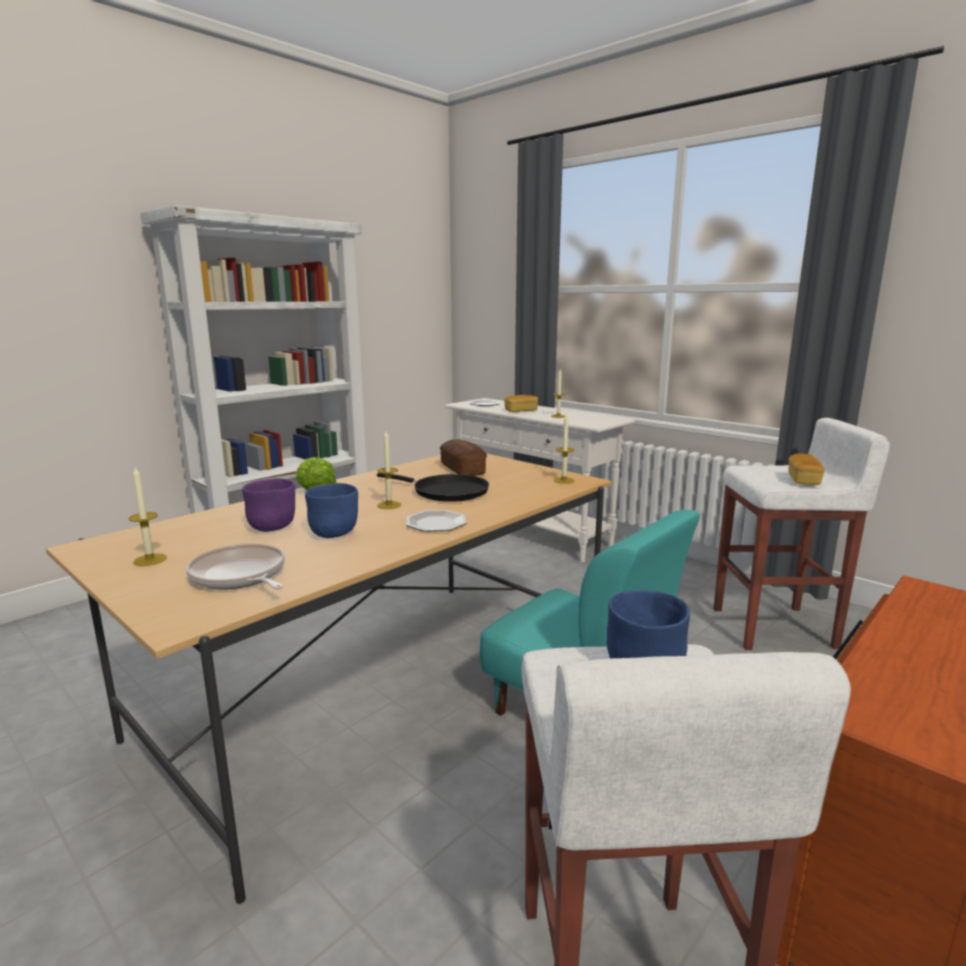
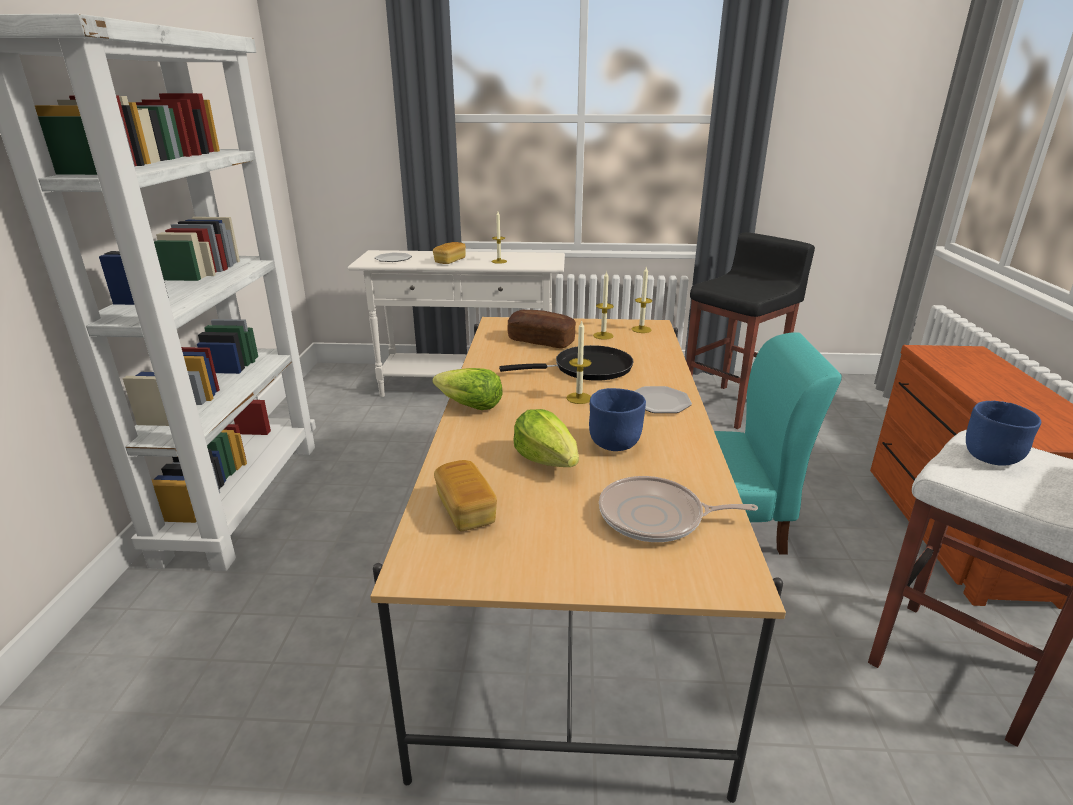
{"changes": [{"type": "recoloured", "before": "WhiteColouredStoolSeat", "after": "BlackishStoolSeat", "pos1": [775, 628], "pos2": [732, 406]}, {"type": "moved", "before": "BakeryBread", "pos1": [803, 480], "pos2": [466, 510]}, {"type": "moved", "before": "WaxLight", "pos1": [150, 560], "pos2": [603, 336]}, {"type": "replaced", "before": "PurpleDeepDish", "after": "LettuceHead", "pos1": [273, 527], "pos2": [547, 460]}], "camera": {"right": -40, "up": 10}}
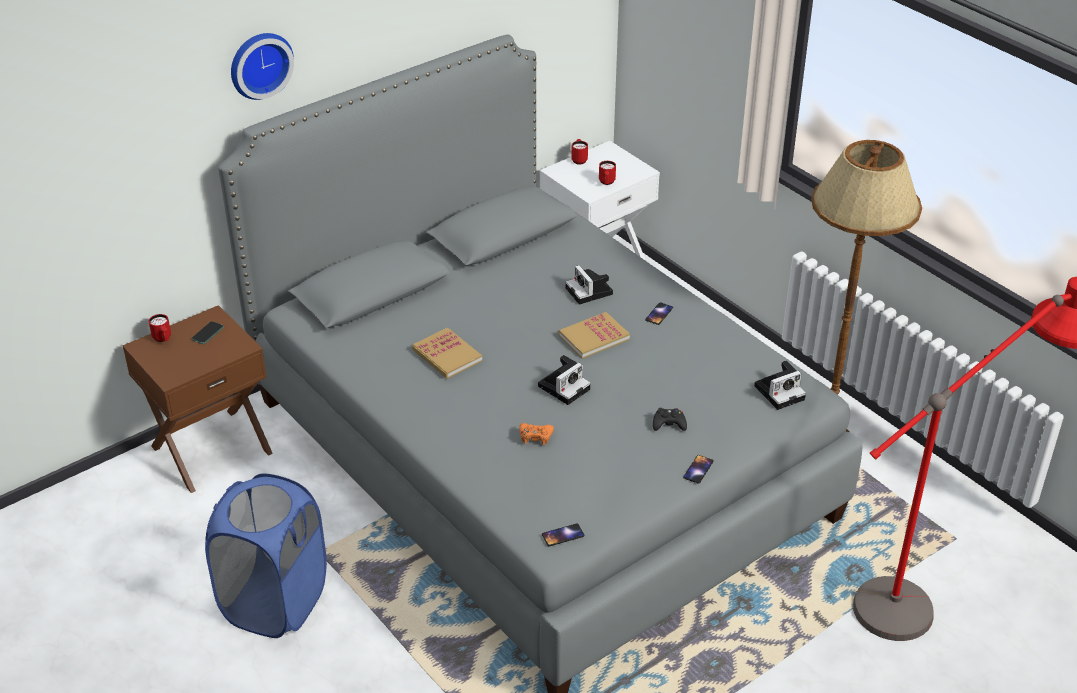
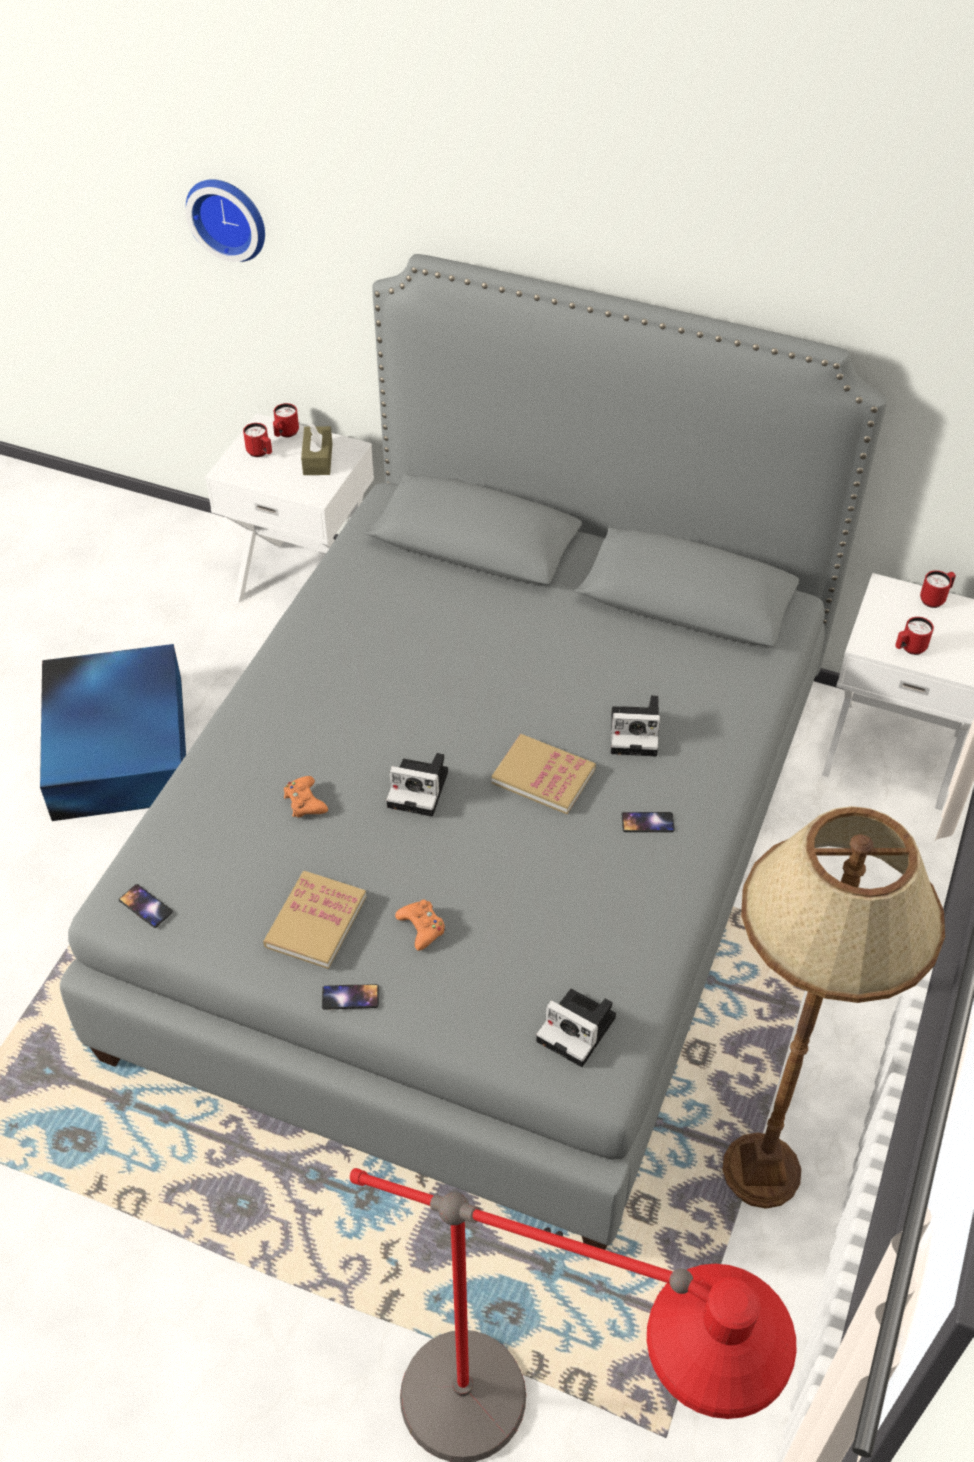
{"changes": [{"type": "moved", "before": "HangingClock", "pos1": [259, 64], "pos2": [229, 217]}, {"type": "turned", "before": "StillCamera", "pos1": [590, 292], "pos2": [636, 733], "turn": -120}, {"type": "recoloured", "before": "BrownishBedsideTable", "after": "WhiteColouredBedsideTable", "pos1": [211, 448], "pos2": [305, 582]}, {"type": "replaced", "before": "Telephone", "after": "BrownishBoxOfTissues", "pos1": [207, 333], "pos2": [317, 459]}, {"type": "moved", "before": "BoundBook", "pos1": [447, 355], "pos2": [316, 921]}, {"type": "recoloured", "before": "BlackishGamepad", "after": "OrangeyGamepad", "pos1": [669, 424], "pos2": [422, 927]}, {"type": "replaced", "before": "BlueLaundryBasket", "after": "BlueStorageContainer", "pos1": [275, 602], "pos2": [120, 744]}, {"type": "added", "after": "ReddishTeaMug", "pos2": [260, 453]}], "camera": {"right": 60, "up": 10}}
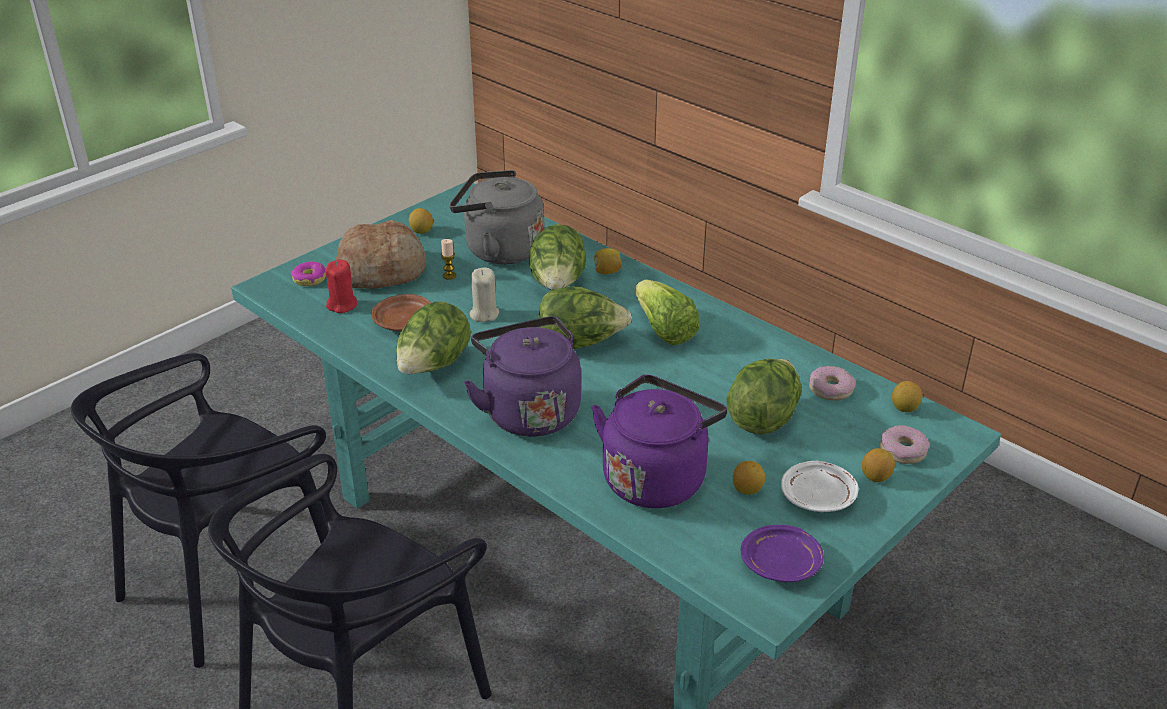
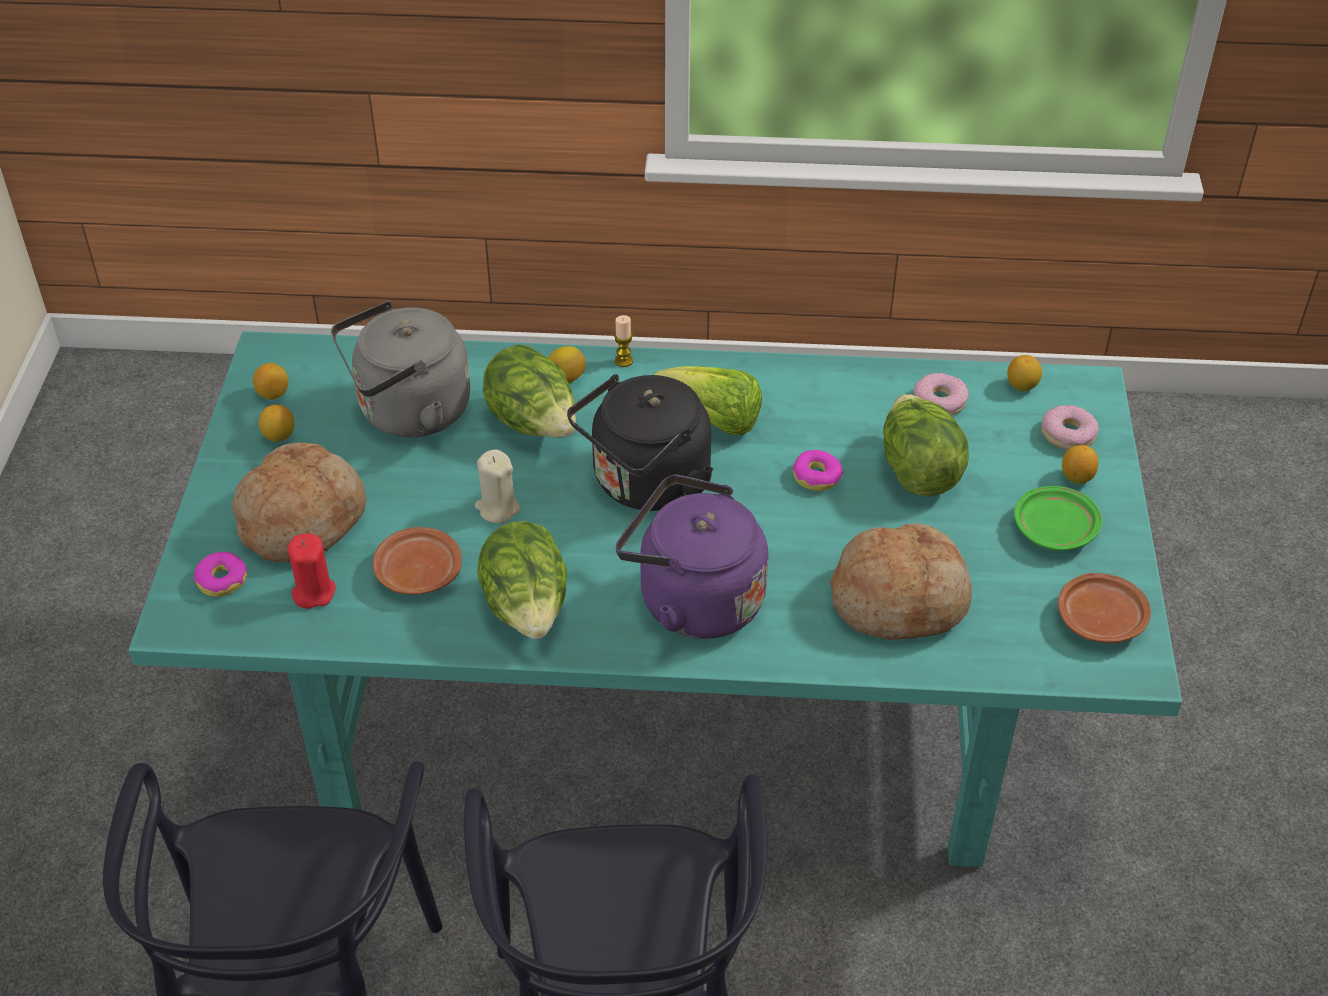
{"changes": [{"type": "moved", "before": "WaxLight", "pos1": [449, 276], "pos2": [623, 361]}, {"type": "replaced", "before": "LettuceHead", "after": "BlackishWaterKettle", "pos1": [581, 343], "pos2": [646, 485]}, {"type": "replaced", "before": "PurpleWaterKettle", "after": "BakeryBread", "pos1": [656, 477], "pos2": [900, 598]}, {"type": "moved", "before": "Lemon", "pos1": [747, 490], "pos2": [273, 394]}, {"type": "recoloured", "before": "WhiteColouredPlate", "after": "GreenColouredPlate", "pos1": [818, 497], "pos2": [1055, 528]}, {"type": "recoloured", "before": "PurplePlate", "after": "BrownishPlate", "pos1": [781, 564], "pos2": [1101, 619]}, {"type": "added", "after": "Doughnut", "pos2": [817, 477]}], "camera": {"right": -40, "up": 10}}
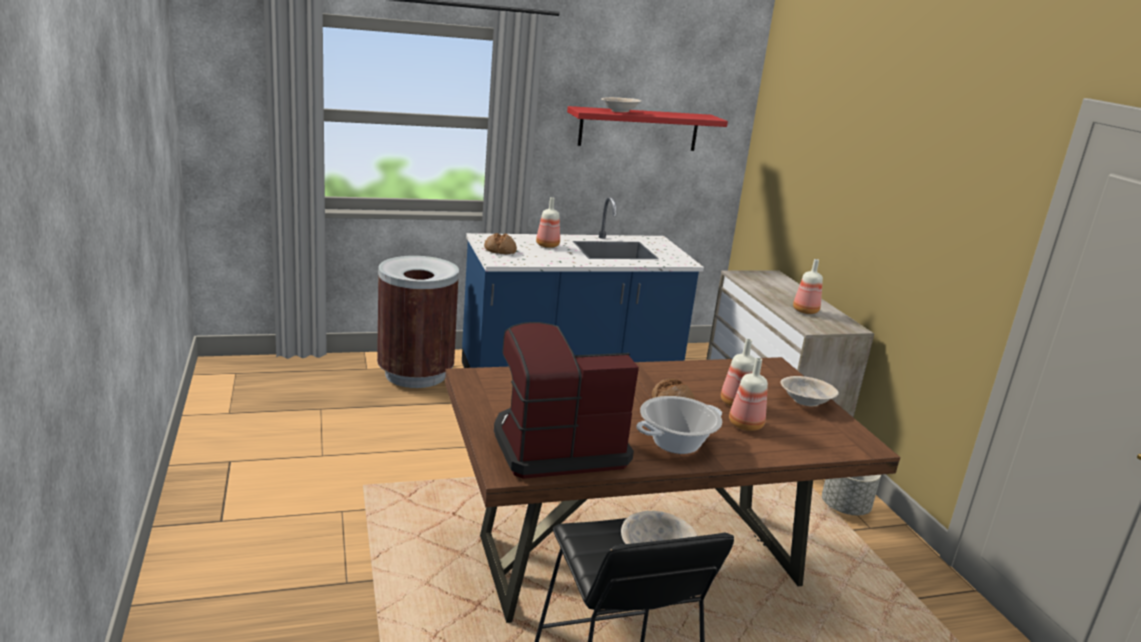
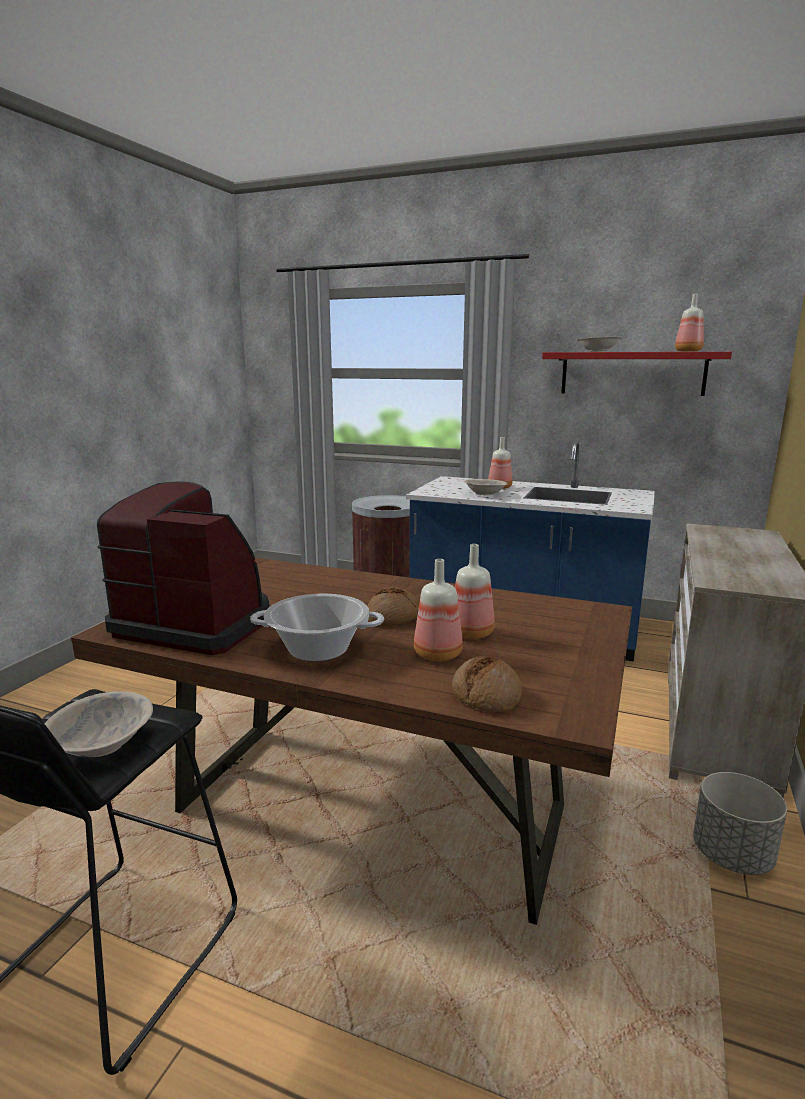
{"changes": [{"type": "moved", "before": "BakeryBread", "pos1": [500, 250], "pos2": [486, 695]}, {"type": "moved", "before": "DrinkBottle", "pos1": [804, 311], "pos2": [687, 351]}, {"type": "moved", "before": "BeigeColouredDeepDish", "pos1": [805, 402], "pos2": [484, 494]}], "camera": {"right": 40, "up": -5}}
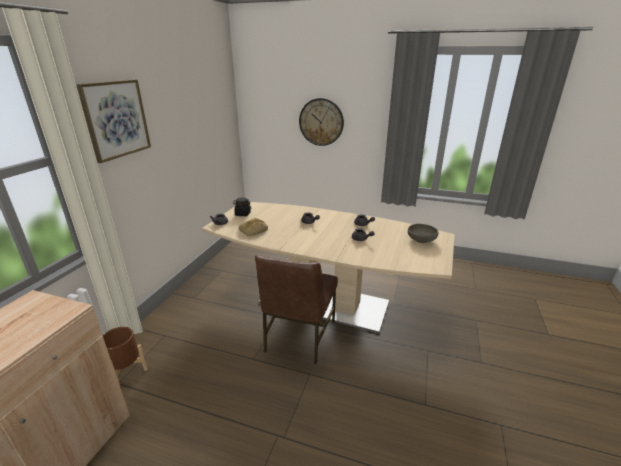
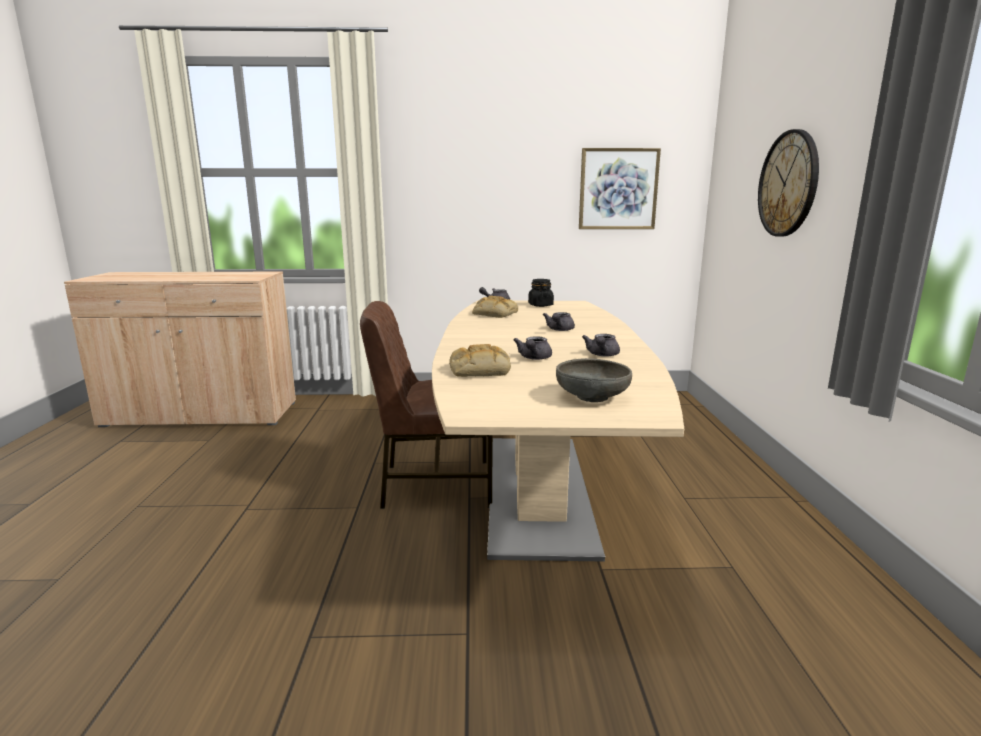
{"changes": [{"type": "moved", "before": "Picture", "pos1": [116, 119], "pos2": [618, 189]}, {"type": "removed", "before": "BrownishFlowerPot", "pos1": [126, 370]}, {"type": "added", "after": "BakeryBread", "pos2": [479, 370]}], "camera": {"right": 70, "up": -10}}
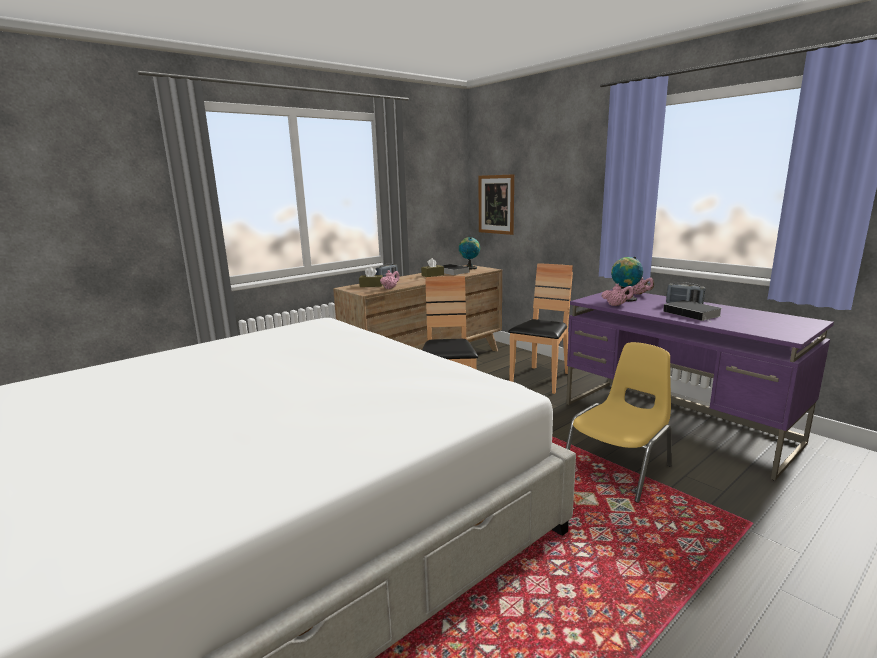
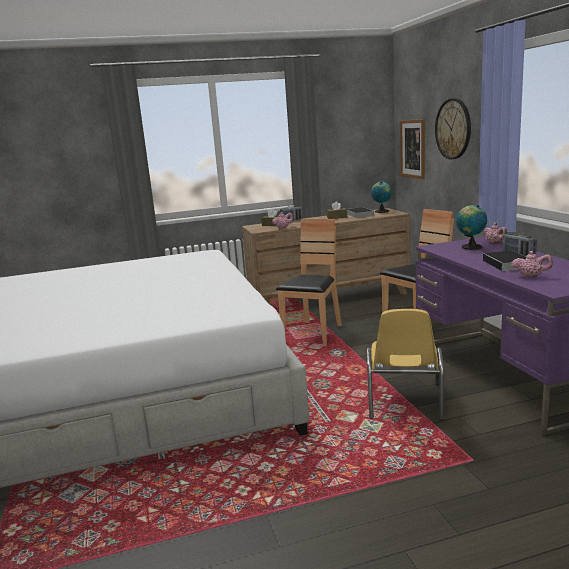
{"changes": [{"type": "moved", "before": "PinkTeaPot", "pos1": [616, 305], "pos2": [530, 276]}, {"type": "turned", "before": "YellowColouredPlainChair", "pos1": [619, 468], "pos2": [404, 401], "turn": 120}, {"type": "added", "after": "HangingClock", "pos2": [453, 129]}], "camera": {"right": 25, "up": 0}}
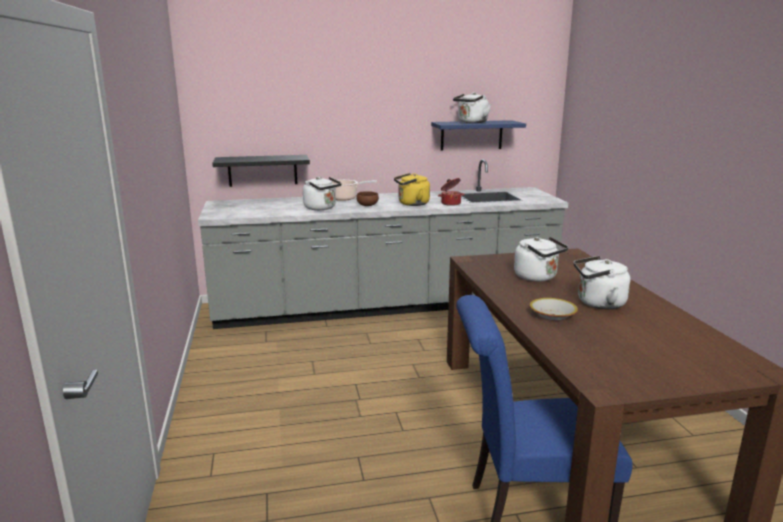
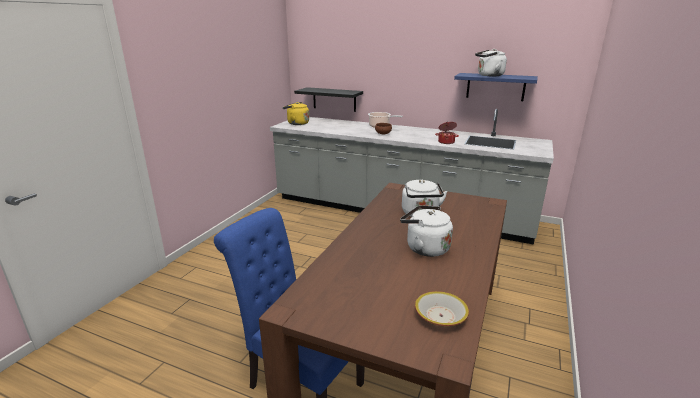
{"changes": [{"type": "moved", "before": "YellowColouredWaterKettle", "pos1": [411, 204], "pos2": [296, 123]}, {"type": "removed", "before": "WhiteColouredWaterKettle", "pos1": [322, 208]}, {"type": "moved", "before": "DeepDish", "pos1": [553, 315], "pos2": [441, 316]}], "camera": {"right": 35, "up": 5}}
